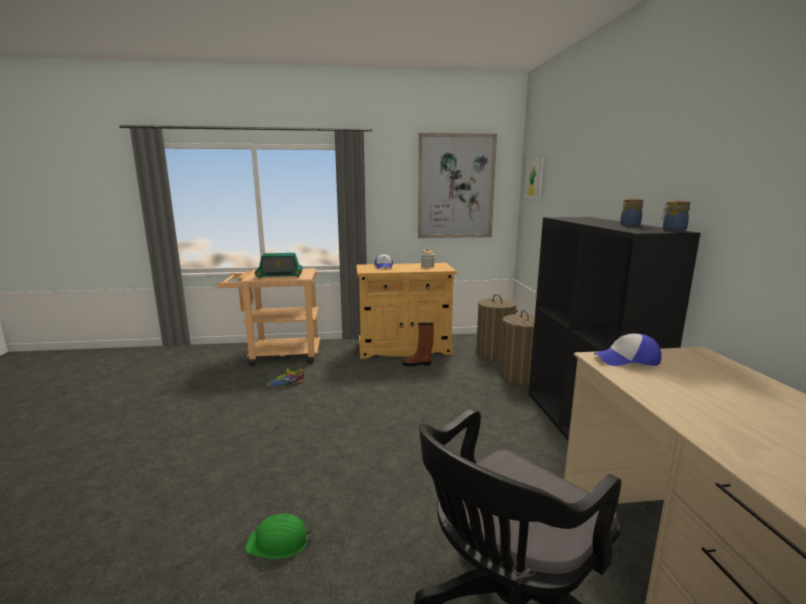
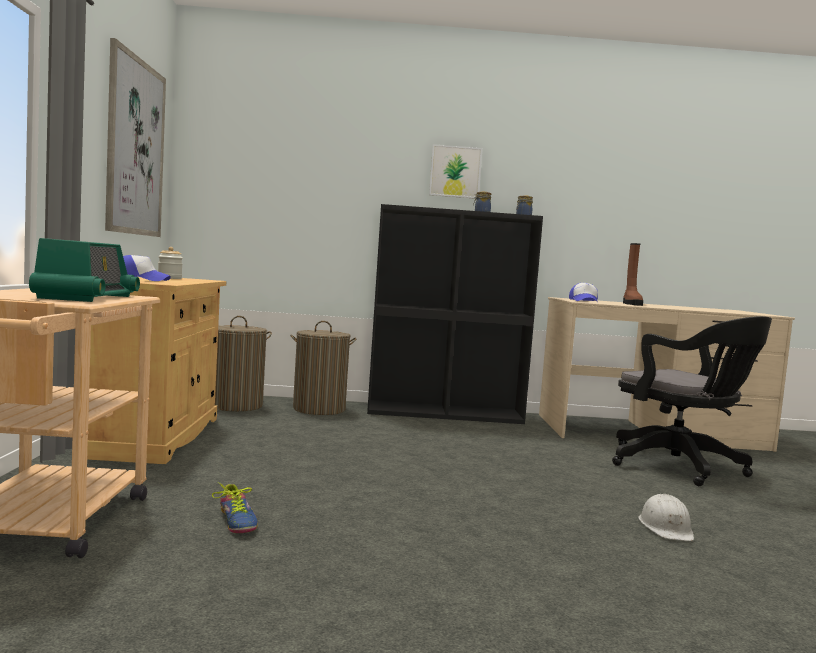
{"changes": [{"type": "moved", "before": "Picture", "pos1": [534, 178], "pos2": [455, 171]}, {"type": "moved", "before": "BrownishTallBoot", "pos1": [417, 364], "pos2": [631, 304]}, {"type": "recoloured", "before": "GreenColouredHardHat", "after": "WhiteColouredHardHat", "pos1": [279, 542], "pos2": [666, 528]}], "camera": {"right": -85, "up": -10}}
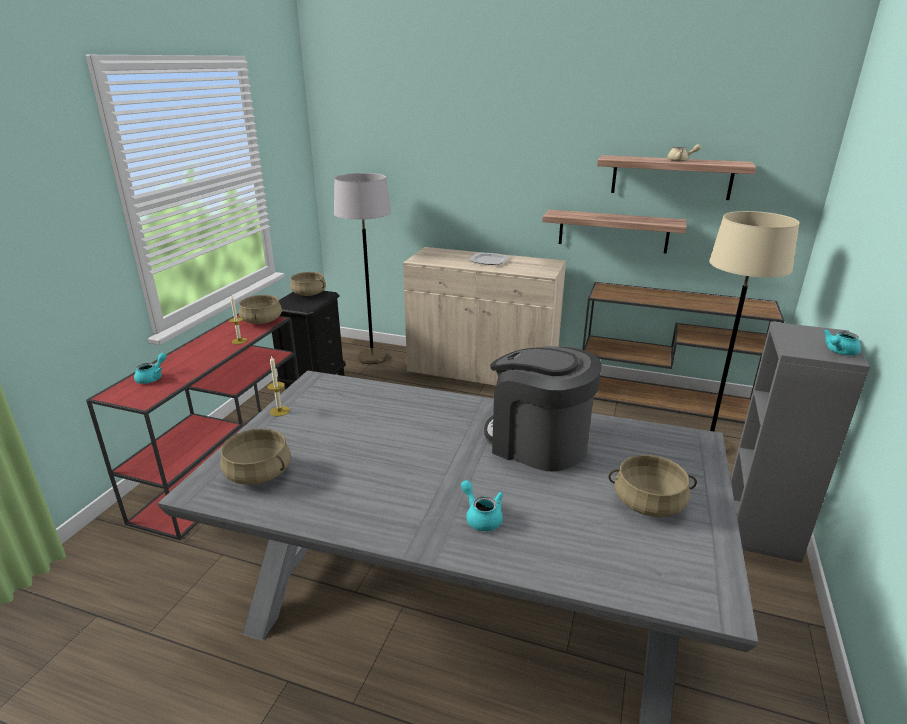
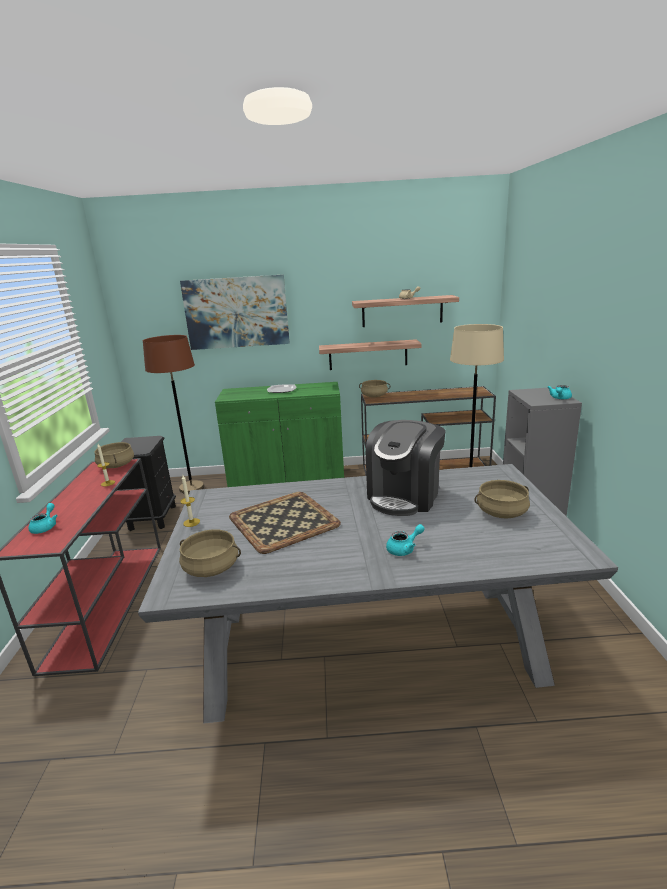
{"changes": [{"type": "recoloured", "before": "GrayStandingLamp", "after": "BrownishStandingLamp", "pos1": [372, 357], "pos2": [192, 488]}, {"type": "recoloured", "before": "BeigeColouredCabinet", "after": "GreenColouredCabinet", "pos1": [482, 372], "pos2": [287, 479]}, {"type": "moved", "before": "BeigeColouredStockpot", "pos1": [309, 294], "pos2": [374, 396]}, {"type": "turned", "before": "CoffeeMaker", "pos1": [537, 442], "pos2": [404, 496], "turn": -75}, {"type": "turned", "before": "TurquoiseTeaPot", "pos1": [481, 517], "pos2": [404, 549], "turn": 120}, {"type": "added", "after": "Picture", "pos2": [236, 312]}, {"type": "added", "after": "ServingTray", "pos2": [284, 520]}], "camera": {"right": -20, "up": -5}}
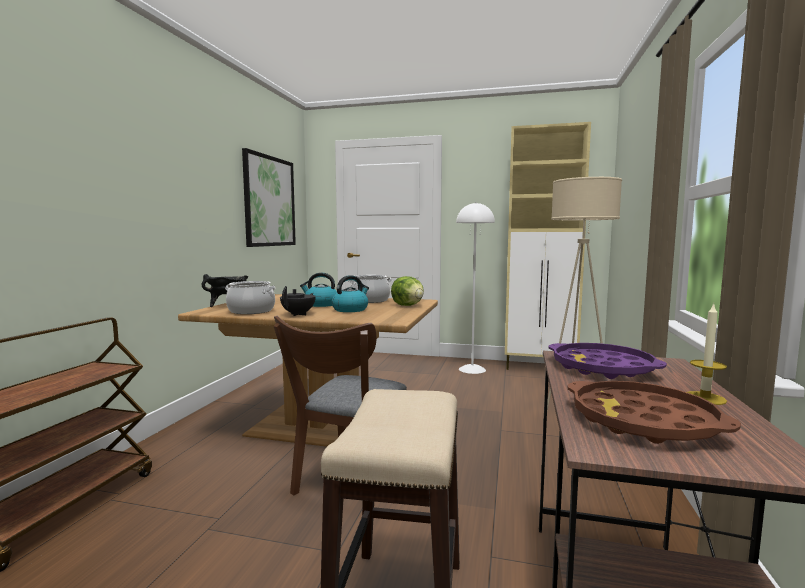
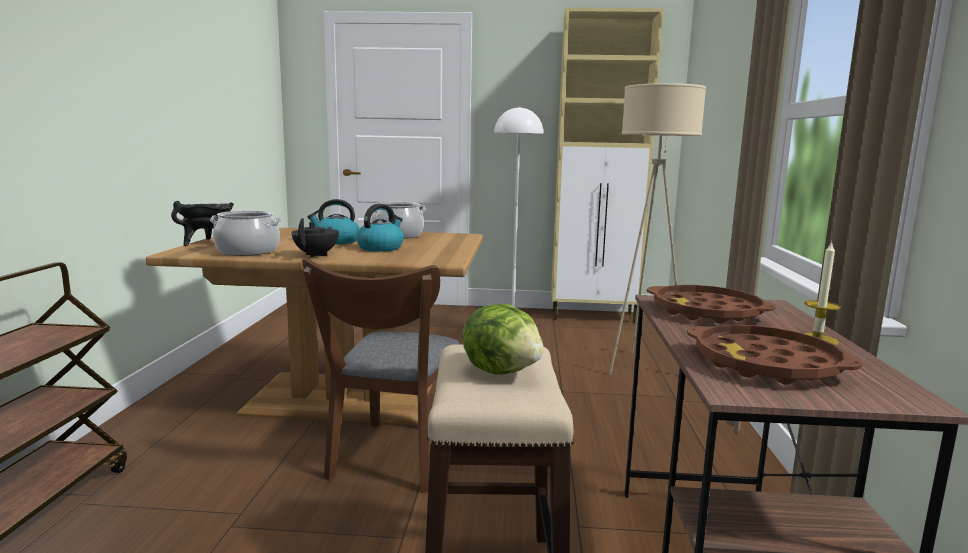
{"changes": [{"type": "removed", "before": "Picture", "pos1": [269, 201]}, {"type": "moved", "before": "LettuceHead", "pos1": [408, 305], "pos2": [502, 371]}, {"type": "recoloured", "before": "PurpleServingTray", "after": "BrownishServingTray", "pos1": [602, 368], "pos2": [706, 312]}], "camera": {"right": -10, "up": 5}}
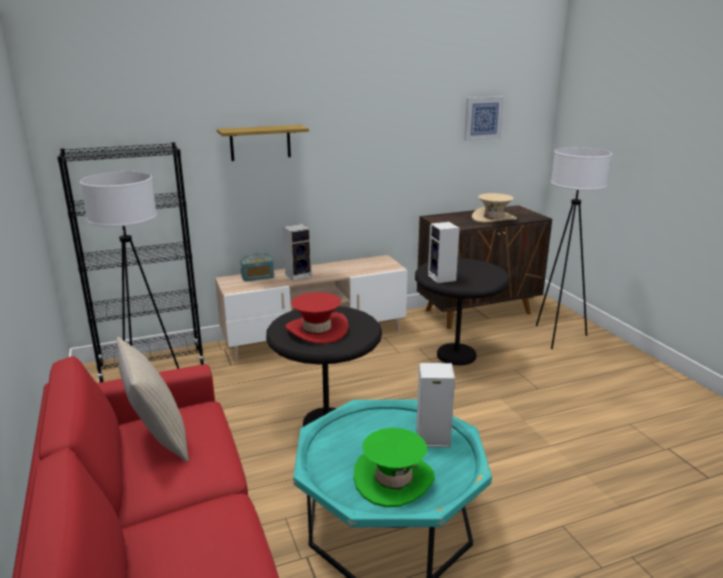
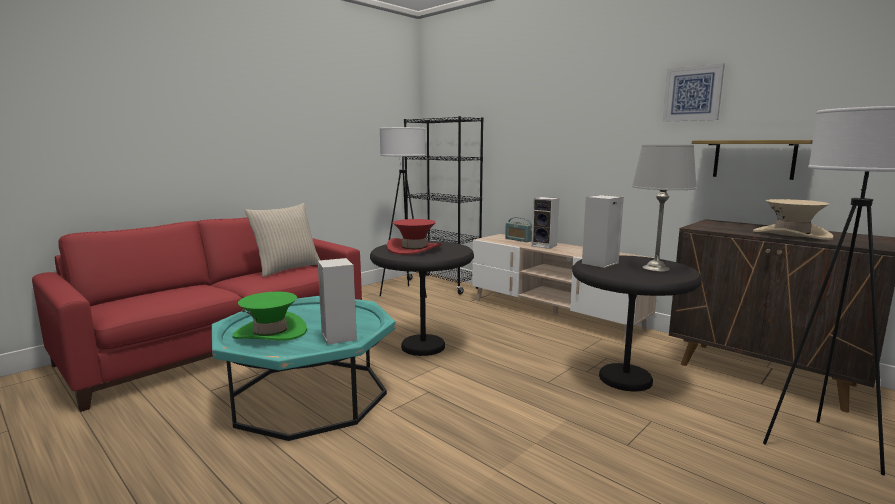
{"changes": [{"type": "moved", "before": "Picture", "pos1": [483, 118], "pos2": [692, 94]}, {"type": "moved", "before": "Shelf", "pos1": [260, 143], "pos2": [753, 159]}, {"type": "added", "after": "GrayLampForATable", "pos2": [655, 268]}], "camera": {"right": 65, "up": -10}}
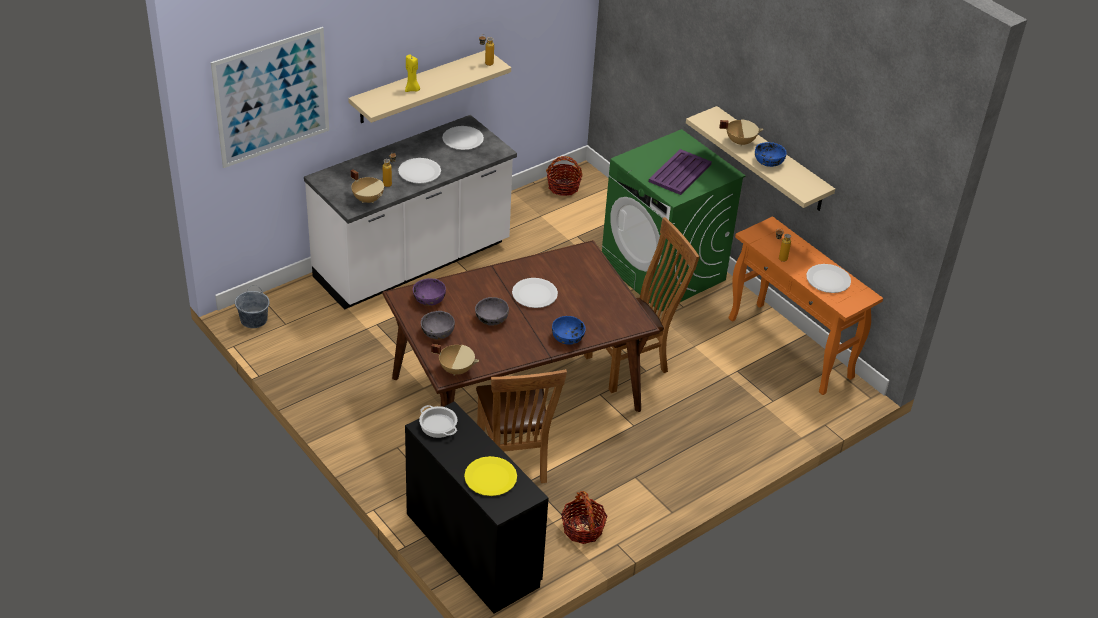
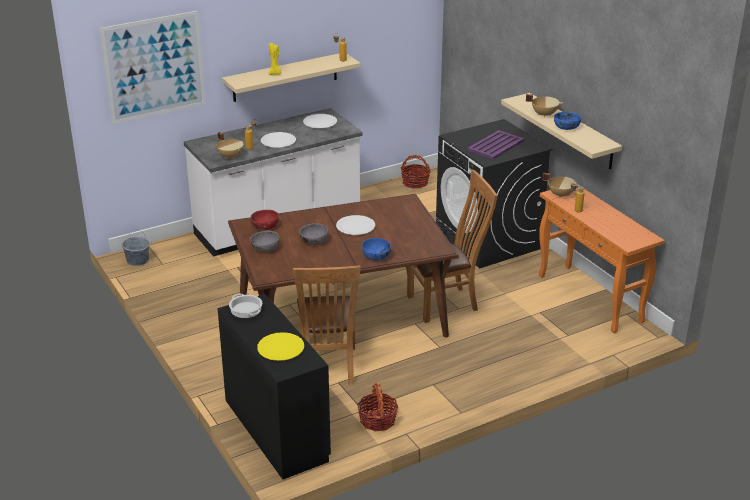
{"changes": [{"type": "recoloured", "before": "GreenColouredLaundryMachine", "after": "BlackishLaundryMachine", "pos1": [663, 271], "pos2": [488, 241]}, {"type": "removed", "before": "WhiteColouredPlate", "pos1": [828, 280]}, {"type": "recoloured", "before": "PurpleDeepDish", "after": "ReddishDeepDish", "pos1": [429, 299], "pos2": [265, 226]}, {"type": "moved", "before": "BeigeColouredStockpot", "pos1": [456, 369], "pos2": [561, 194]}], "camera": {"right": 10, "up": -10}}
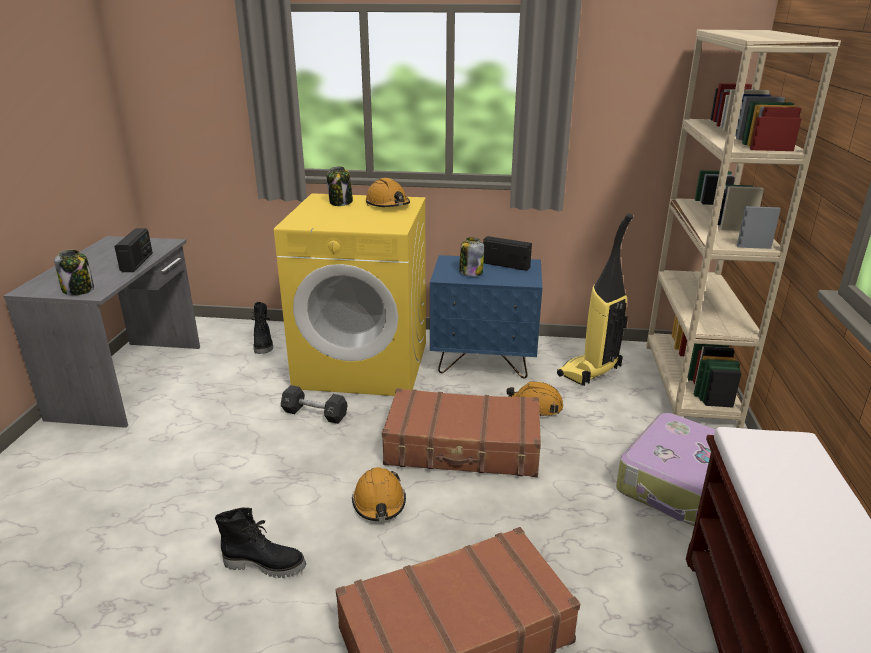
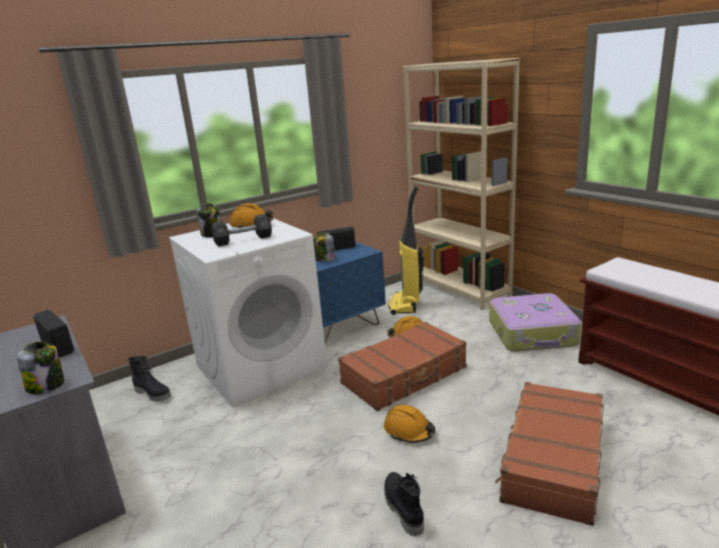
{"changes": [{"type": "recoloured", "before": "YellowColouredLaundryMachine", "after": "WhiteColouredLaundryMachine", "pos1": [364, 364], "pos2": [261, 366]}, {"type": "moved", "before": "BlackishDumbbell", "pos1": [315, 414], "pos2": [243, 240]}, {"type": "turned", "before": "BlackishTallBoot", "pos1": [265, 564], "pos2": [402, 508], "turn": -75}], "camera": {"right": -40, "up": -5}}
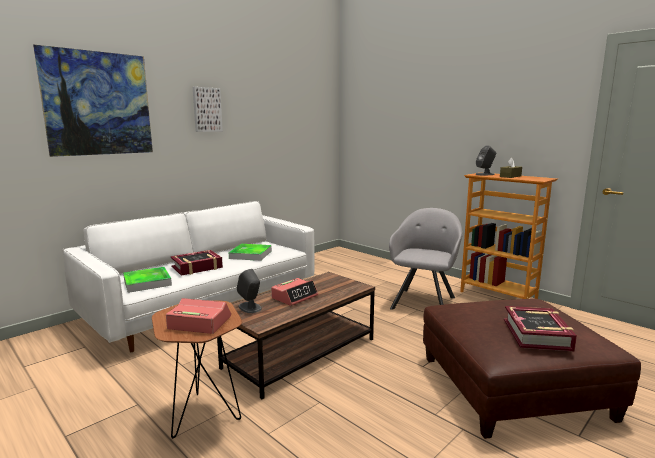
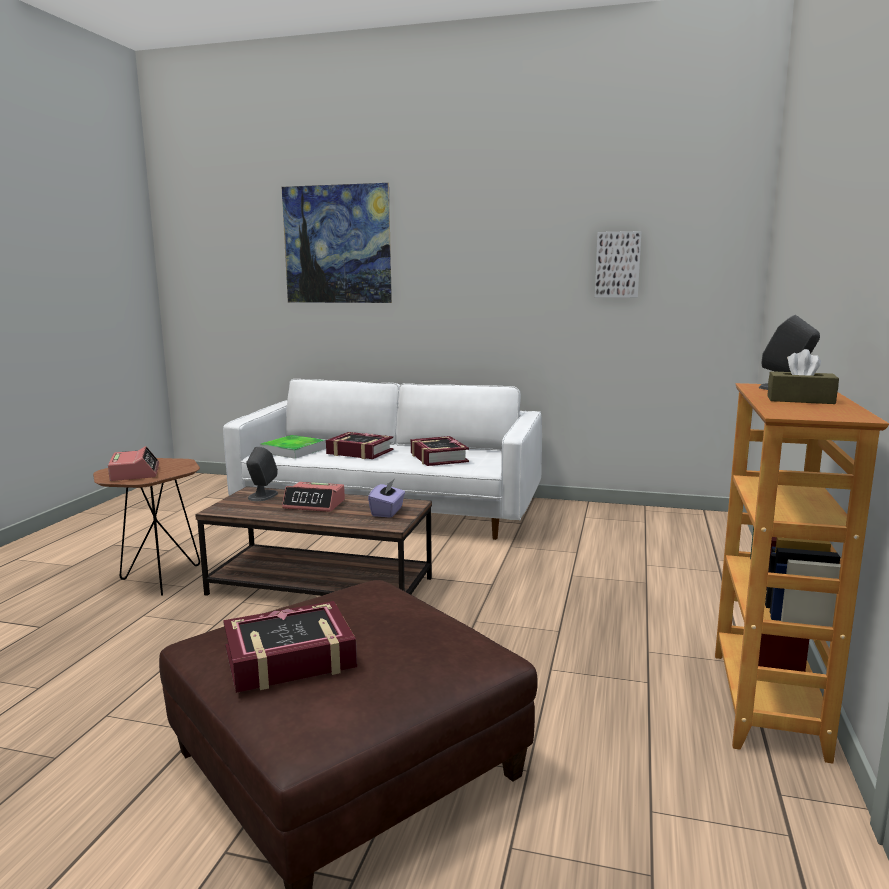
{"changes": [{"type": "moved", "before": "Picture", "pos1": [206, 110], "pos2": [617, 265]}, {"type": "removed", "before": "GrayArmchair", "pos1": [424, 301]}, {"type": "replaced", "before": "ServingTray", "after": "BoundBook", "pos1": [250, 254], "pos2": [438, 457]}, {"type": "added", "after": "PurpleBoxOfTissues", "pos2": [387, 512]}], "camera": {"right": 60, "up": 0}}
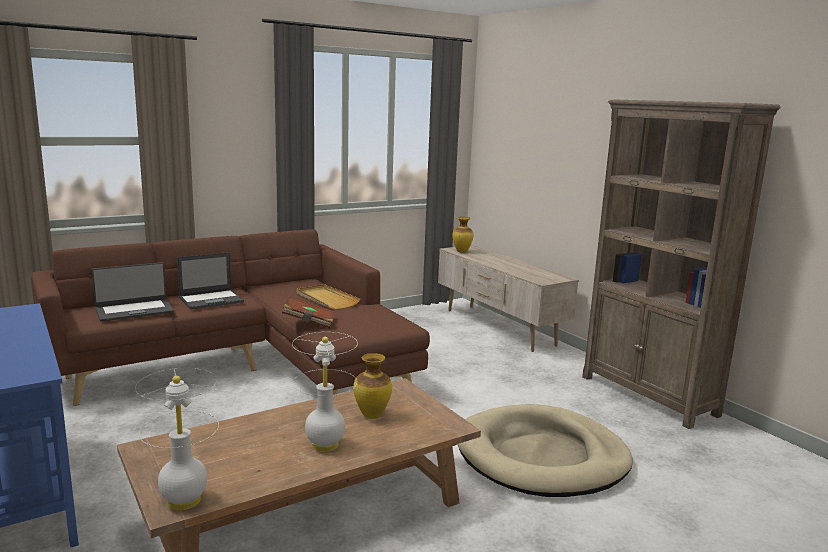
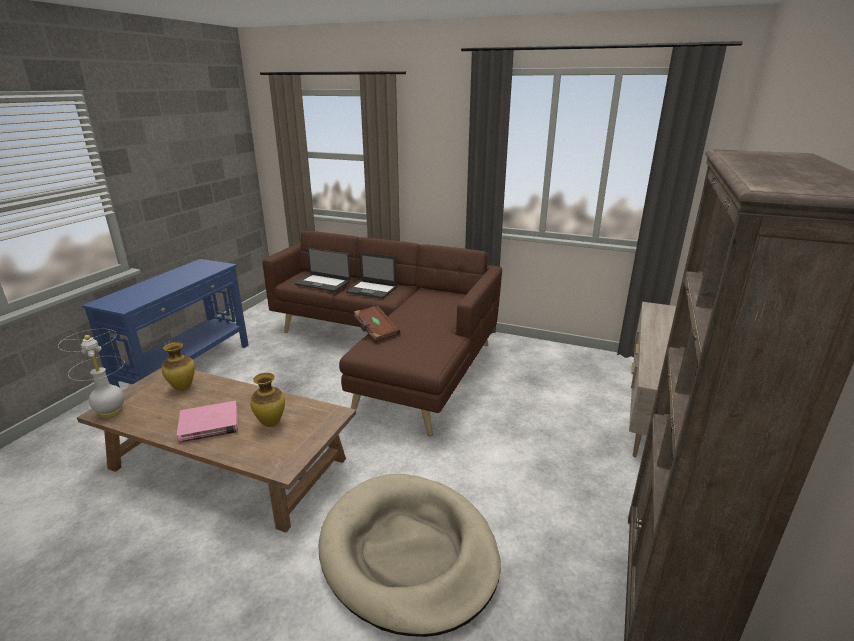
{"changes": [{"type": "moved", "before": "DecorativeVase", "pos1": [462, 251], "pos2": [183, 388]}, {"type": "removed", "before": "BeigeColouredServingTray", "pos1": [326, 299]}, {"type": "replaced", "before": "WhiteColouredLampForATable", "after": "PinkBoundBook", "pos1": [324, 445], "pos2": [209, 425]}], "camera": {"right": 55, "up": 10}}
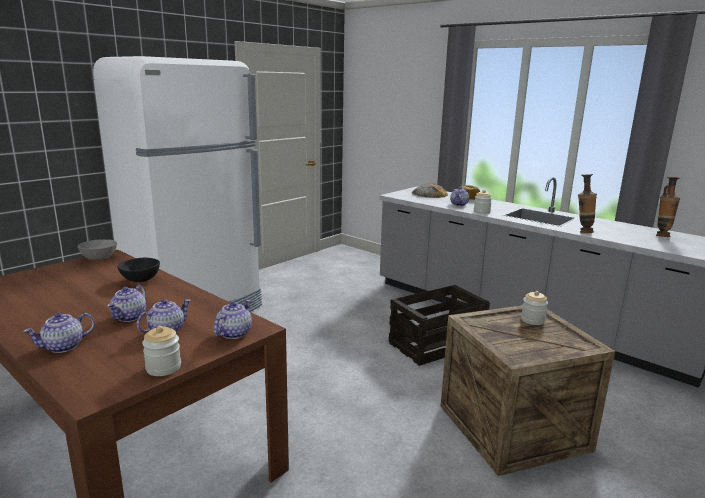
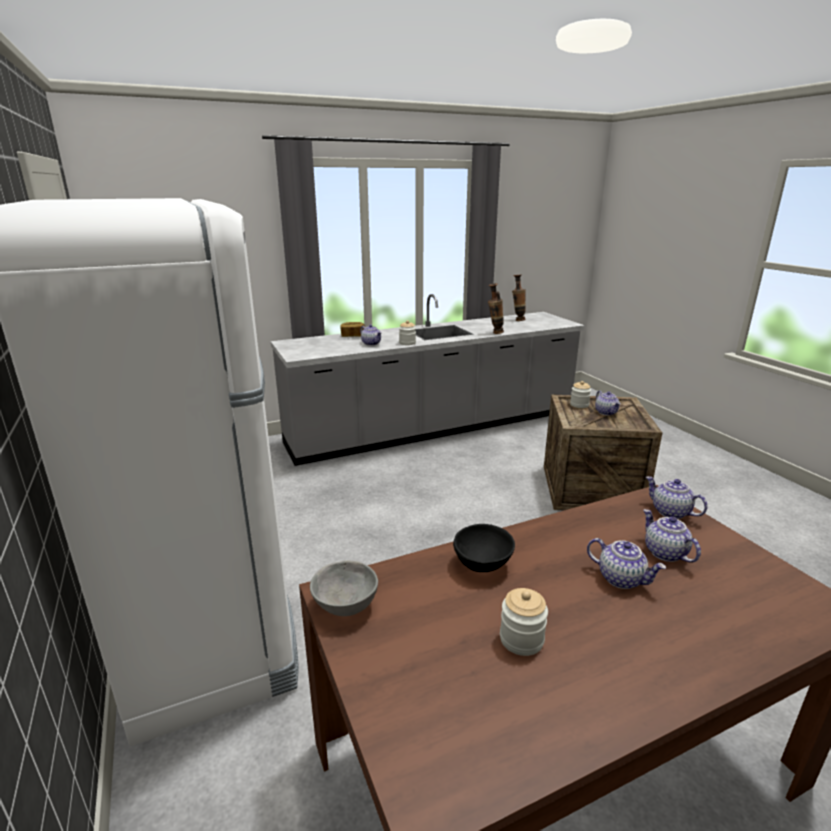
{"changes": [{"type": "removed", "before": "BakeryBread", "pos1": [429, 194]}, {"type": "removed", "before": "PackingCrate", "pos1": [437, 343]}, {"type": "moved", "before": "TeaPot", "pos1": [63, 347], "pos2": [606, 412]}, {"type": "moved", "before": "StorageJar", "pos1": [163, 367], "pos2": [521, 639]}], "camera": {"right": -65, "up": 5}}
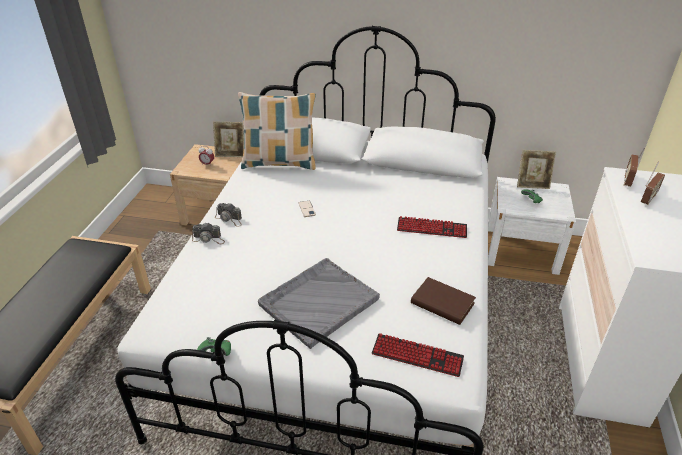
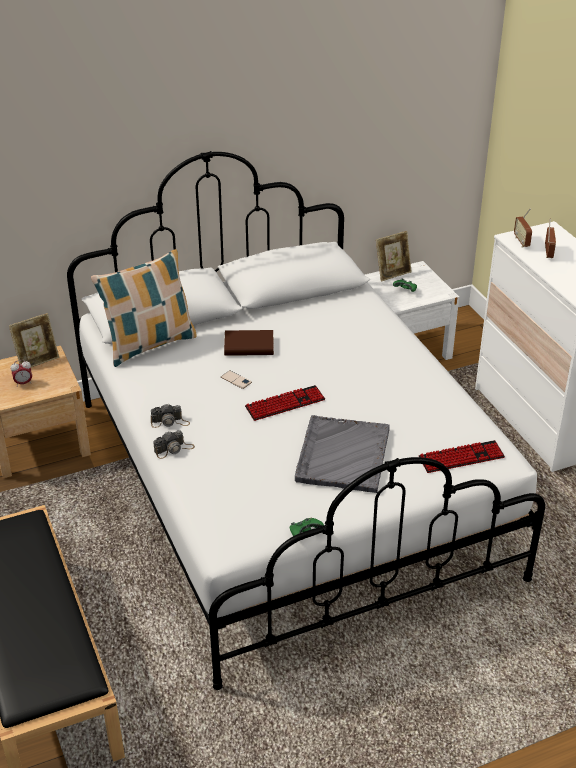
{"changes": [{"type": "moved", "before": "PcKeyboard", "pos1": [431, 228], "pos2": [285, 404]}, {"type": "moved", "before": "BrownishBoundBook", "pos1": [442, 303], "pos2": [249, 346]}], "camera": {"right": -35, "up": 0}}
